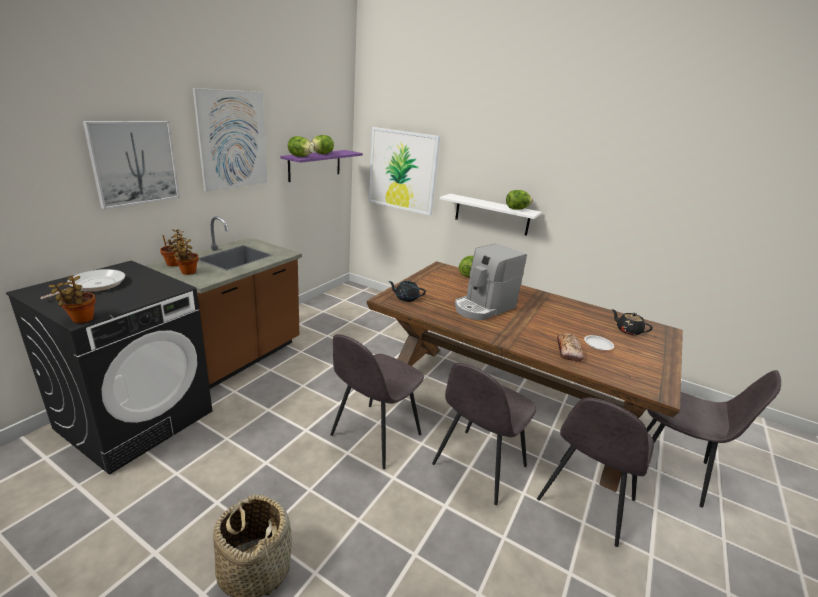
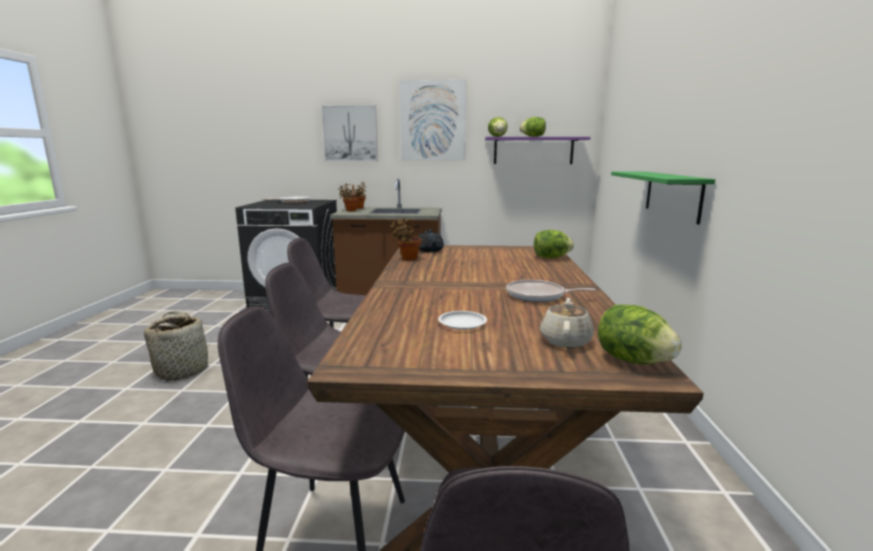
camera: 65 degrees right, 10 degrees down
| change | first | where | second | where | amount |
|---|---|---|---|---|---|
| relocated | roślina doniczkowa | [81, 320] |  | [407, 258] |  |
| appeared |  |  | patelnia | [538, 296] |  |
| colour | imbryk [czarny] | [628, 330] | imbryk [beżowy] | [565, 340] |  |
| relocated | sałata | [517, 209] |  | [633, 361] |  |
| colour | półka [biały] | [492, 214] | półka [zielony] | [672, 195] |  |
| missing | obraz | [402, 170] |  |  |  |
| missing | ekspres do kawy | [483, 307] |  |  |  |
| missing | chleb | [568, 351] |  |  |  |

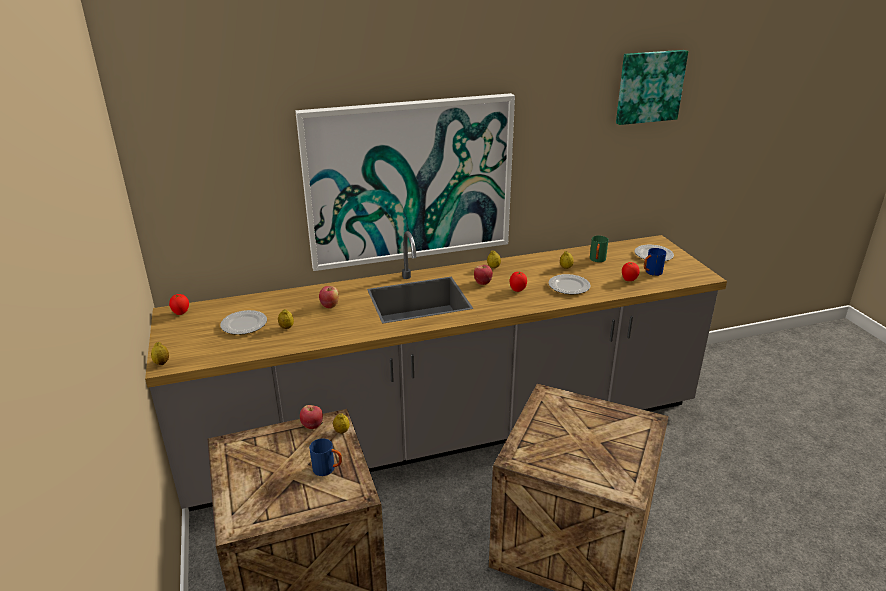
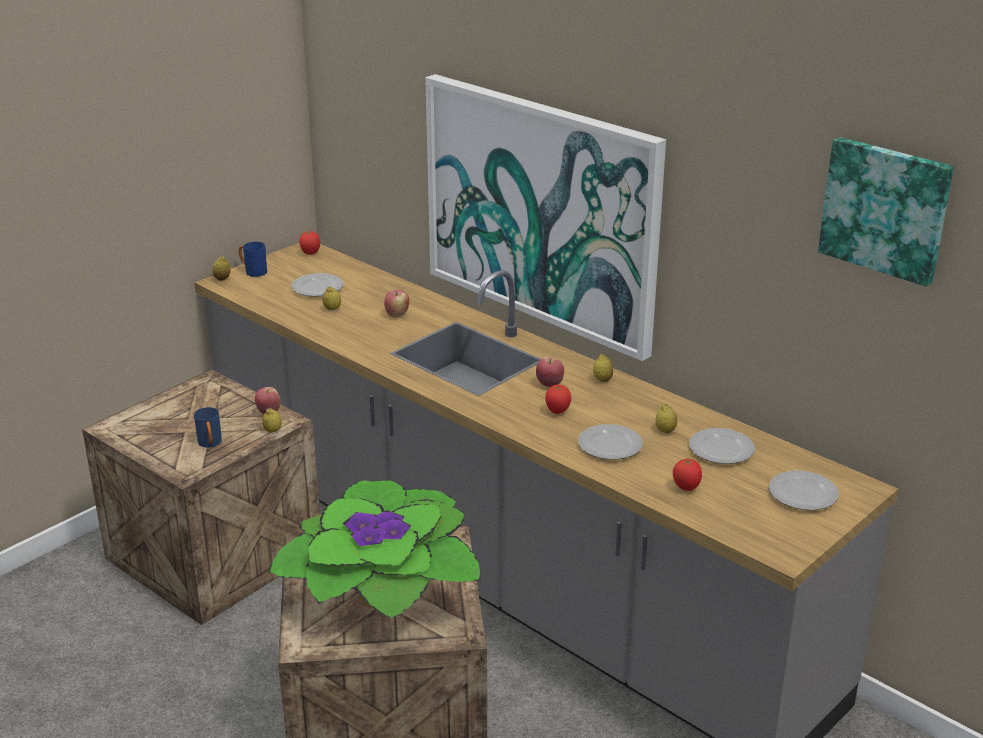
camera: 60 degrees right, 0 degrees up
| change | first | where | second | where | amount |
|---|---|---|---|---|---|
| relocated | kubek [niebieski] | [651, 273] |  | [252, 271] |  |
| appeared |  |  | roślina doniczkowa | [383, 588] |  |
| exchanged | kubek [zielony] | [597, 260] | talerz | [721, 450] |  |

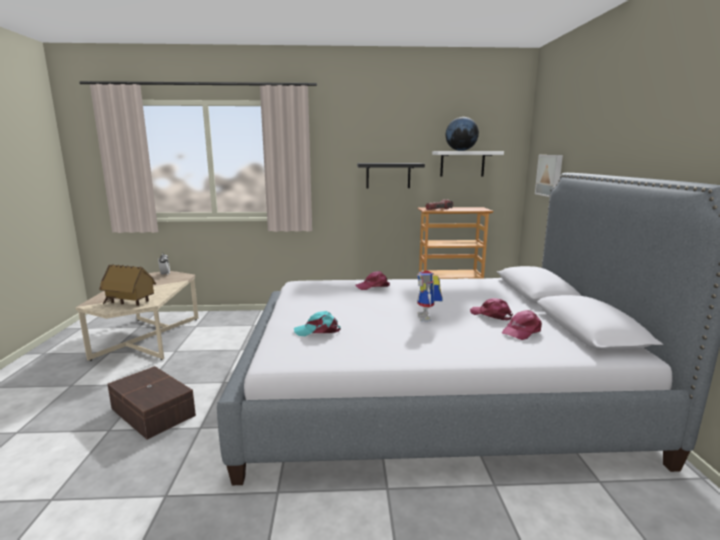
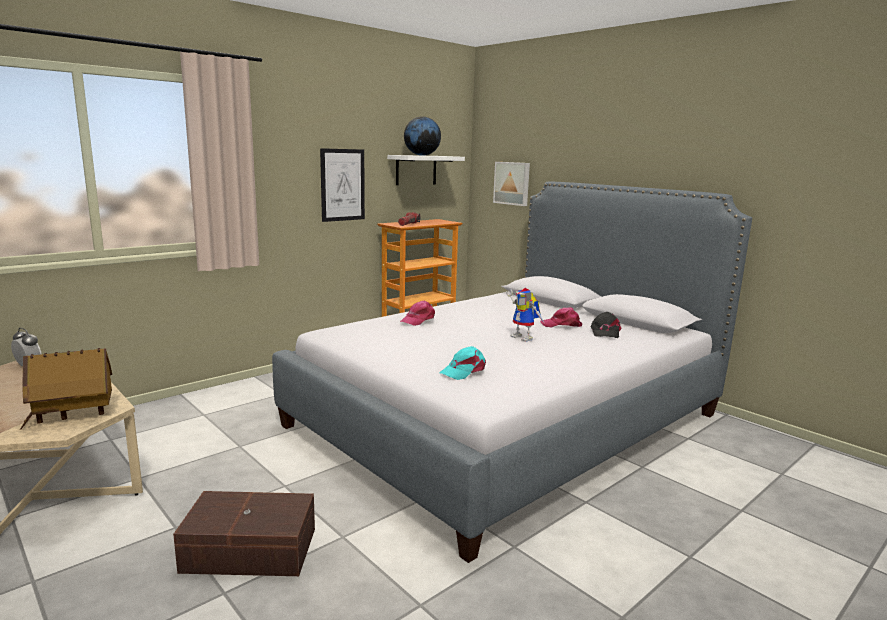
camera: 40 degrees left, 0 degrees up
| change | first | where | second | where | amount |
|---|---|---|---|---|---|
| exchanged | półka [czarny] | [388, 175] | obraz | [342, 185] |  |
| colour | czapka z daszkiem [różowy] | [521, 331] | czapka z daszkiem [czarny] | [605, 332] |  |

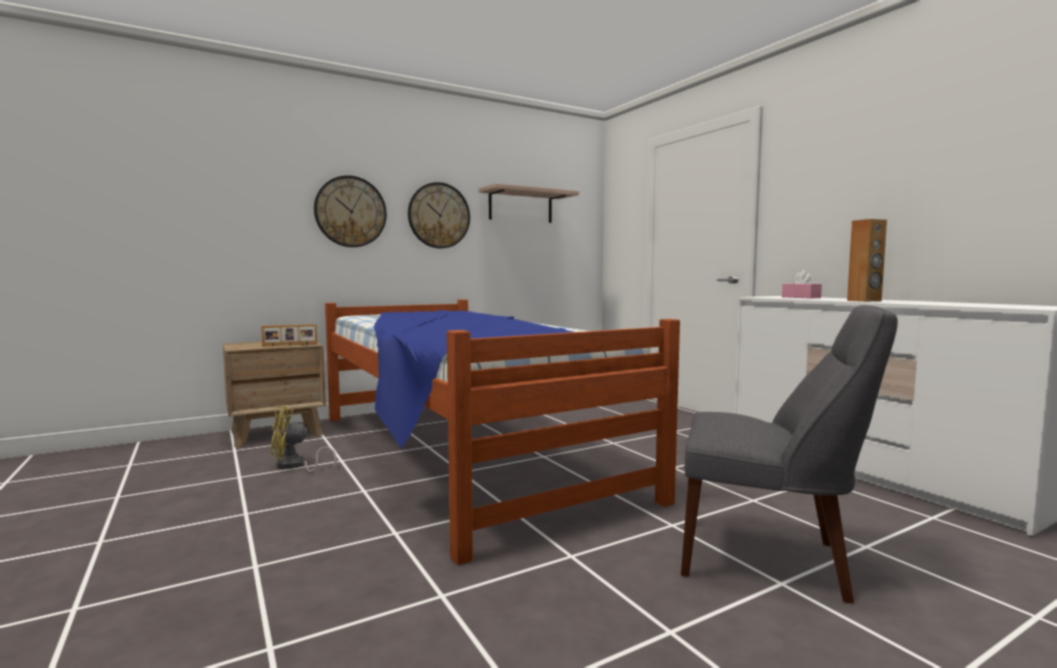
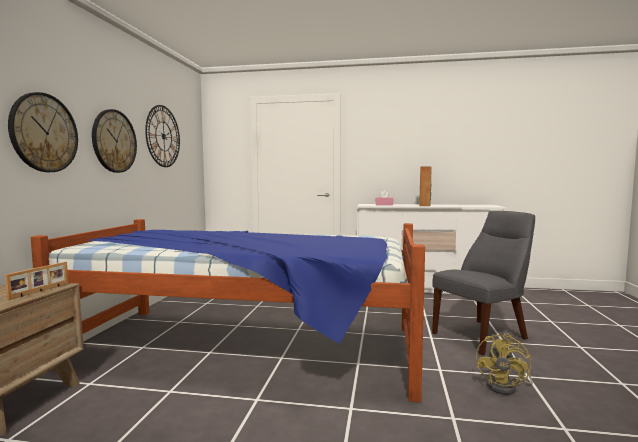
camera: 50 degrees left, 0 degrees up
| change | first | where | second | where | amount |
|---|---|---|---|---|---|
| exchanged | półka | [520, 206] | zegar ścienny | [163, 136] |  |
| relocated | wentylator [żółty] | [295, 466] |  | [507, 387] |  |

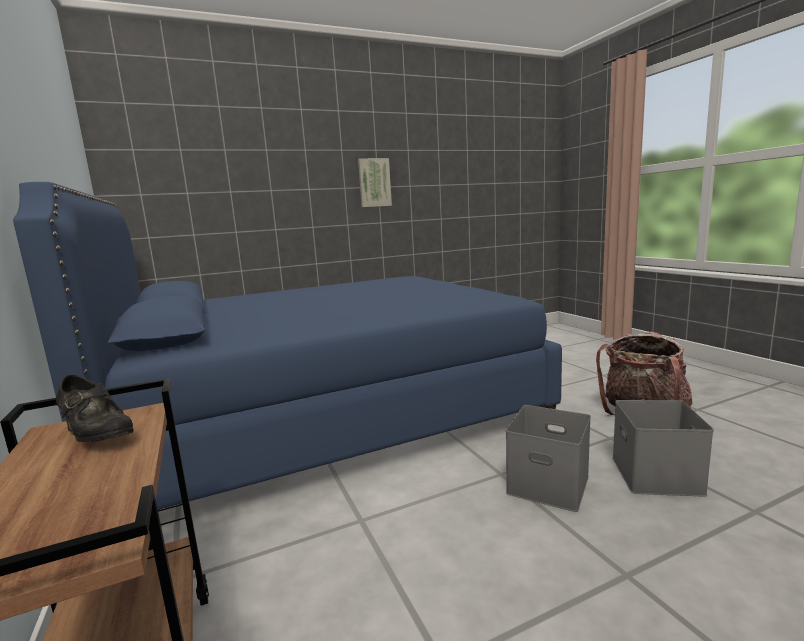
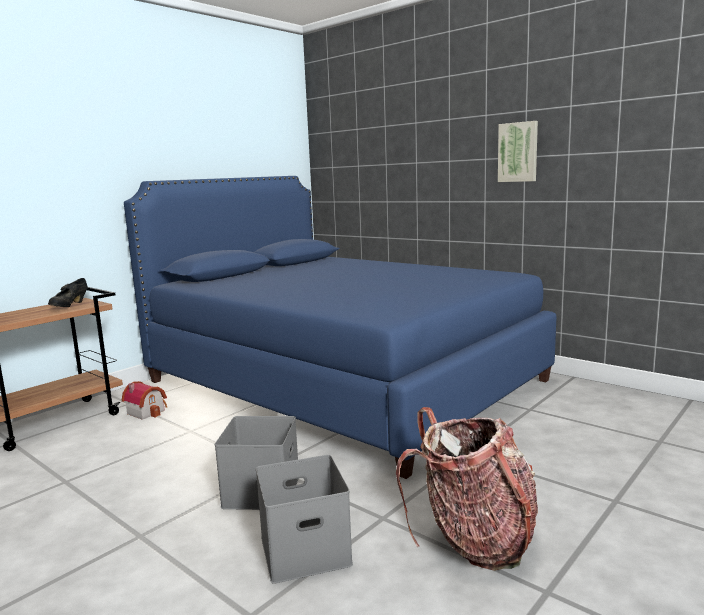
camera: 65 degrees right, 0 degrees up
| change | first | where | second | where | amount |
|---|---|---|---|---|---|
| appeared |  |  | domek | [147, 411] |  |

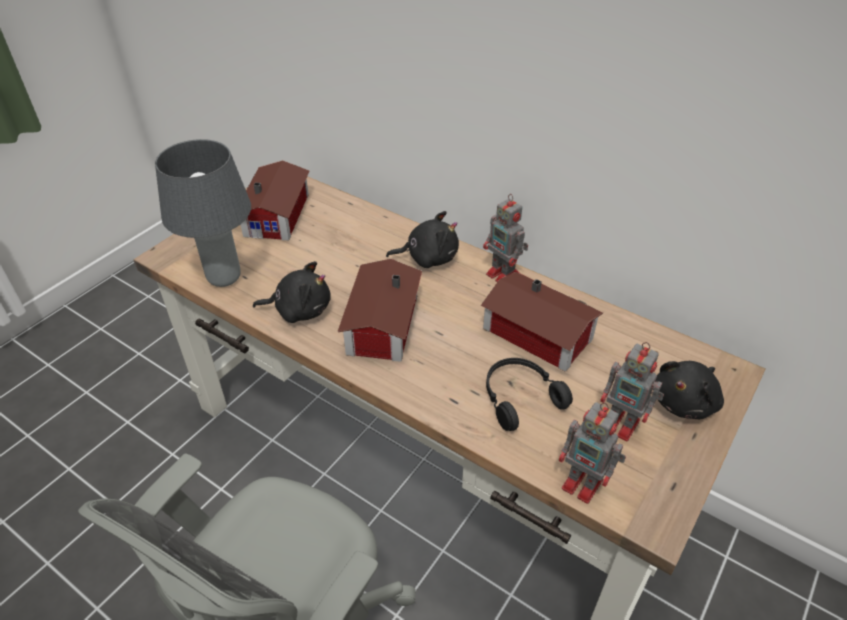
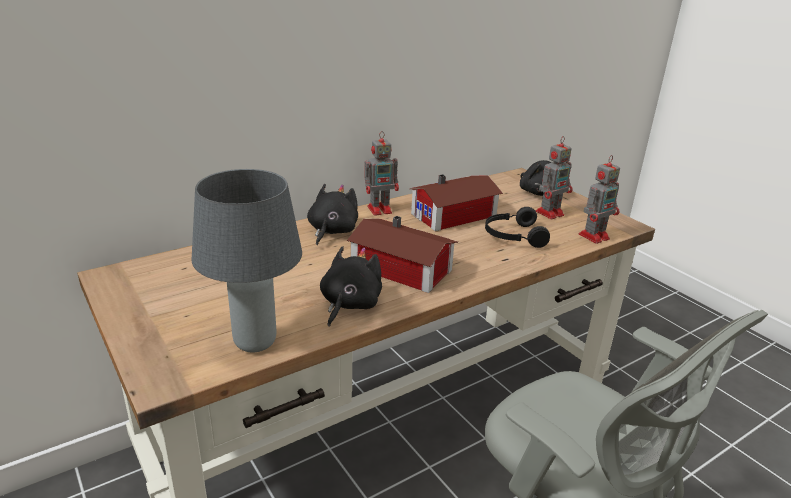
camera: 70 degrees left, 15 degrees down
| change | first | where | second | where | amount |
|---|---|---|---|---|---|
| missing | domek | [279, 213] |  |  |  |

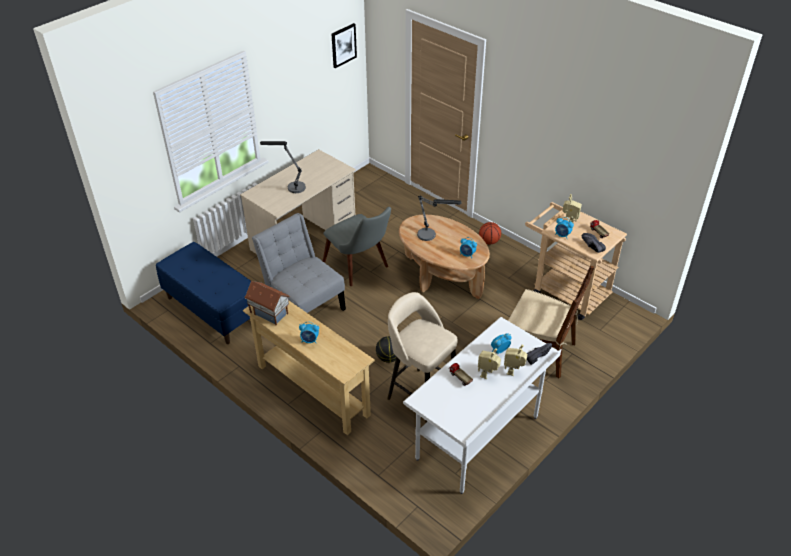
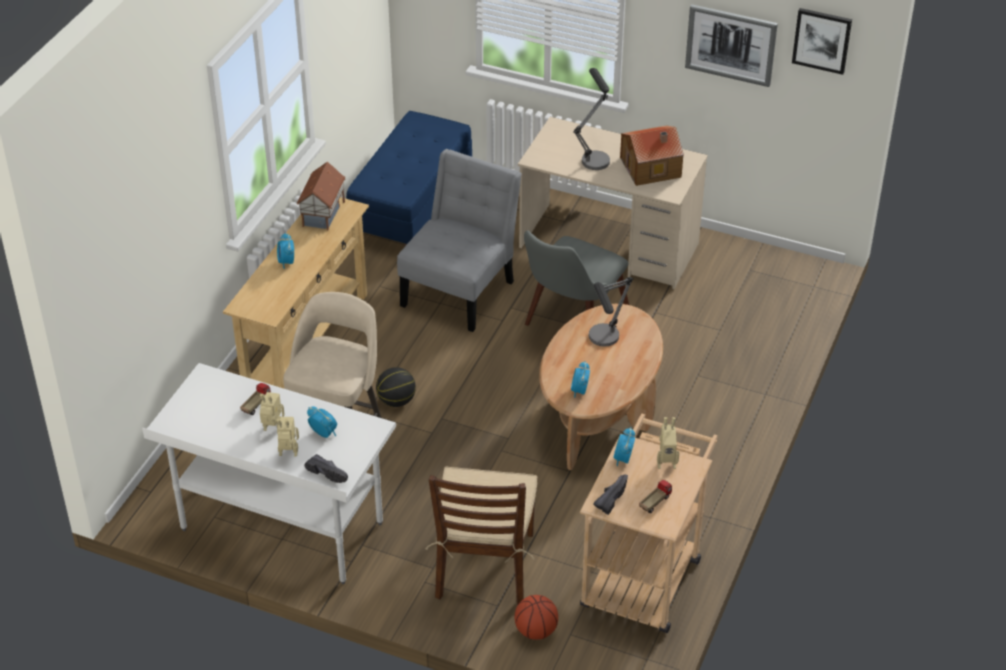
camera: 70 degrees right, 0 degrees up
| change | first | where | second | where | amount |
|---|---|---|---|---|---|
| relocated | piłka do koszykówki | [489, 241] |  | [536, 631] |  |
| appeared |  |  | domek | [651, 168] |  |
| appeared |  |  | obraz | [731, 44] |  |

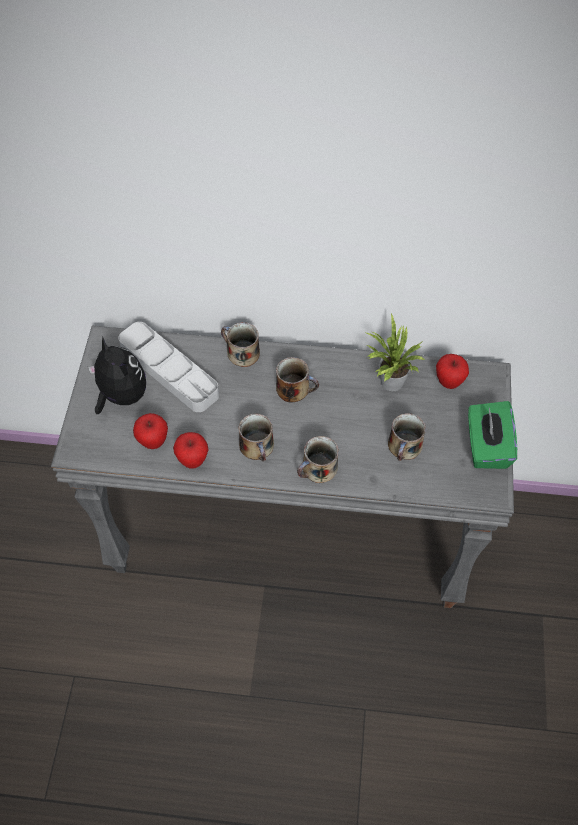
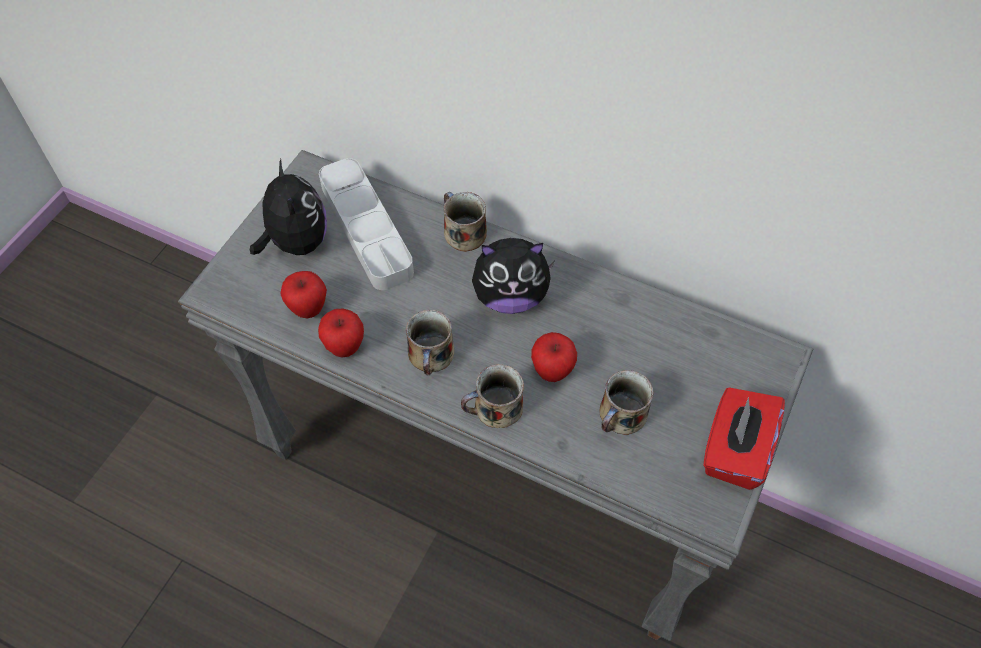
camera: 20 degrees right, 0 degrees up
| change | first | where | second | where | amount |
|---|---|---|---|---|---|
| exchanged | kubek | [295, 389] | pluszak | [510, 297] |  |
| relocated | jabłko | [449, 382] |  | [552, 371] |  |
| colour | pudełko chusteczek [zielony] | [486, 446] | pudełko chusteczek [czerwony] | [734, 451] |  |
| missing | roślina doniczkowa | [388, 382] |  |  |  |

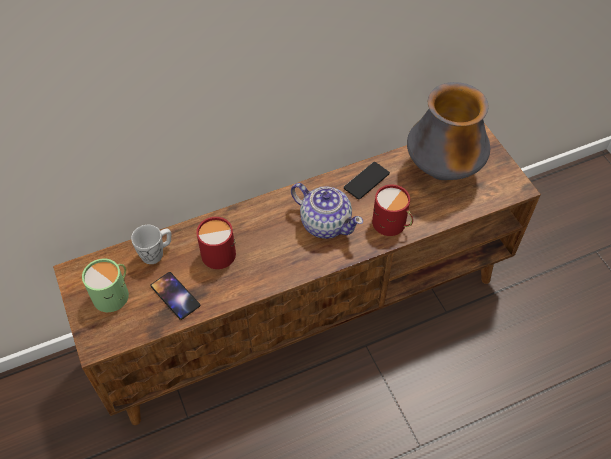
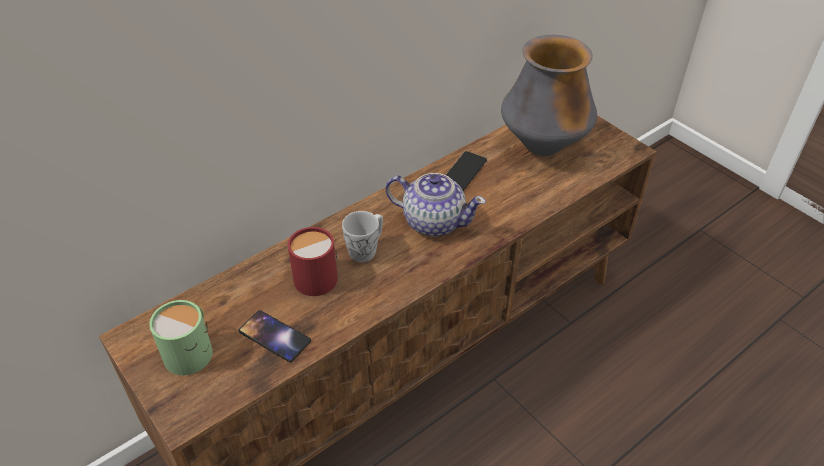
camera: 15 degrees left, 10 degrees down
| change | first | where | second | where | amount |
|---|---|---|---|---|---|
| relocated | kubek [biały] | [156, 253] |  | [366, 249] |  |
| missing | kubek [czerwony] | [392, 224] |  |  |  |

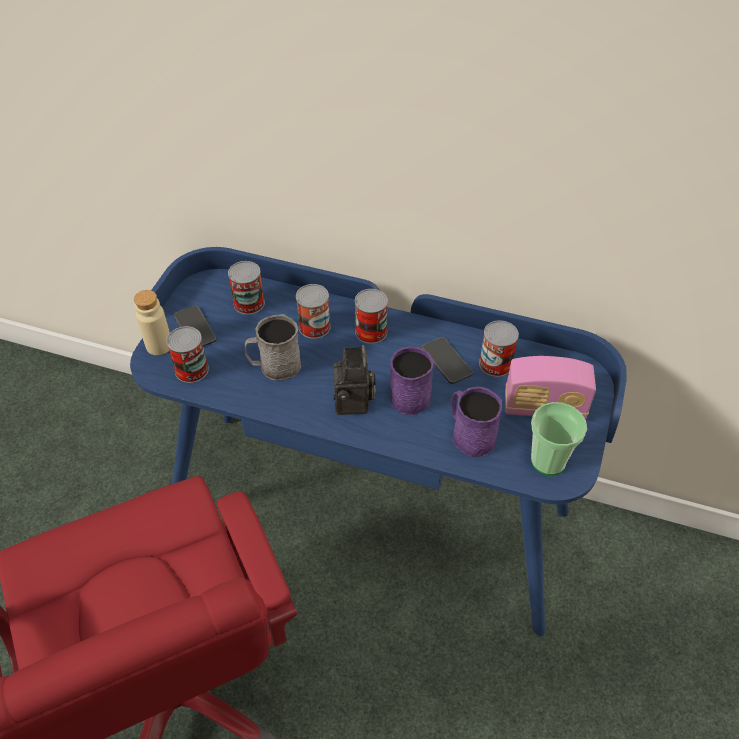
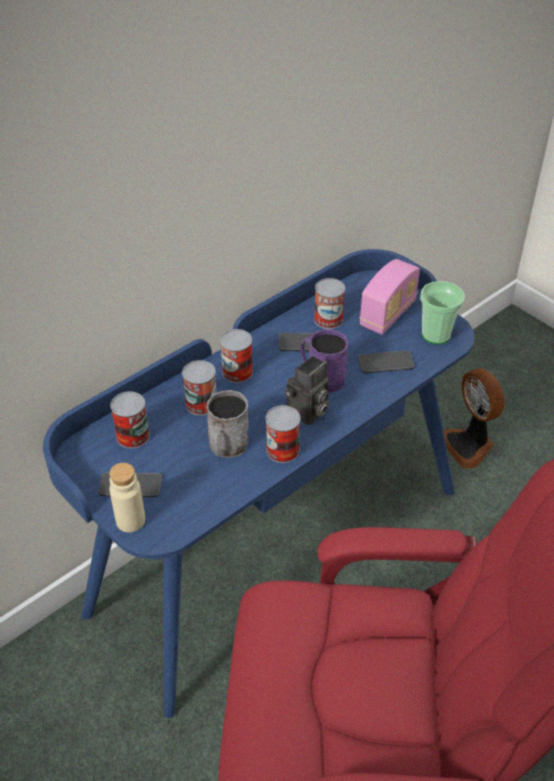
camera: 60 degrees left, 5 degrees down
| change | first | where | second | where | amount |
|---|---|---|---|---|---|
| relocated | puszka | [191, 370] |  | [282, 450] |  |
| spun | aparat fotograficzny | [354, 403] |  | [307, 413] | 105 degrees clockwise |
| exchanged | kubek [fioletowy] | [469, 435] | telefon | [385, 363] |  |
| appeared |  |  | wentylator | [469, 445] |  |

